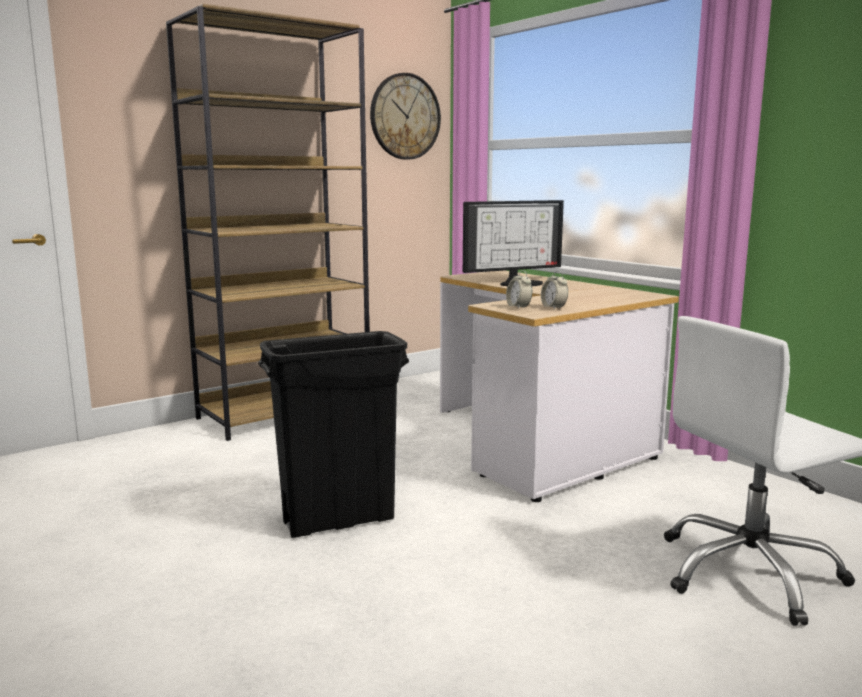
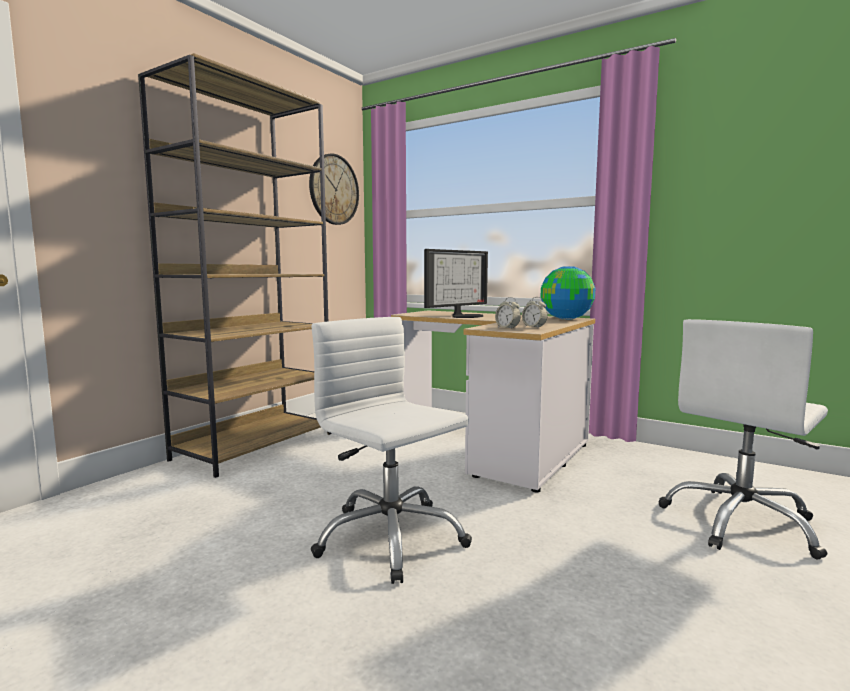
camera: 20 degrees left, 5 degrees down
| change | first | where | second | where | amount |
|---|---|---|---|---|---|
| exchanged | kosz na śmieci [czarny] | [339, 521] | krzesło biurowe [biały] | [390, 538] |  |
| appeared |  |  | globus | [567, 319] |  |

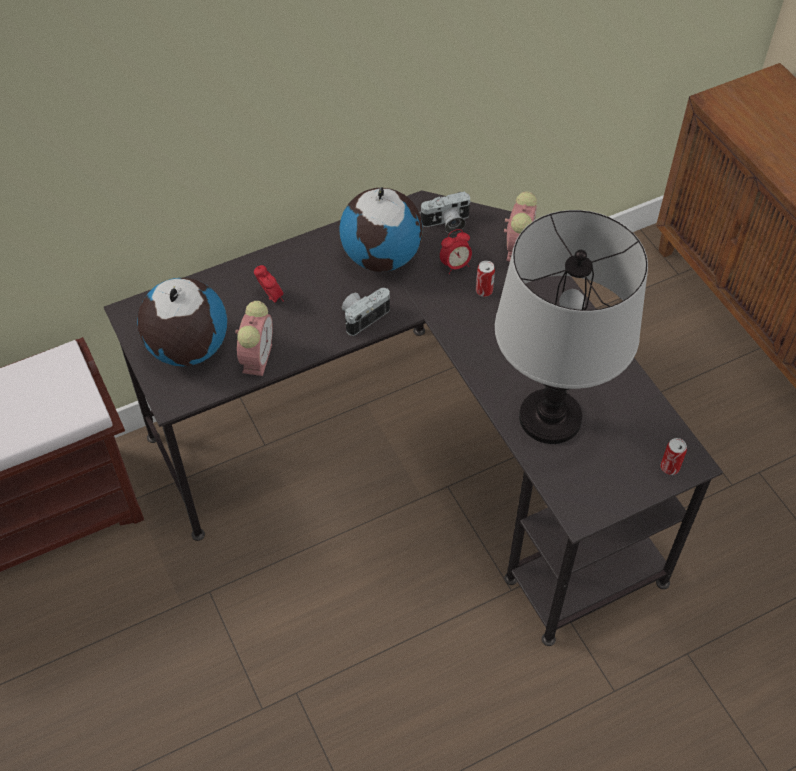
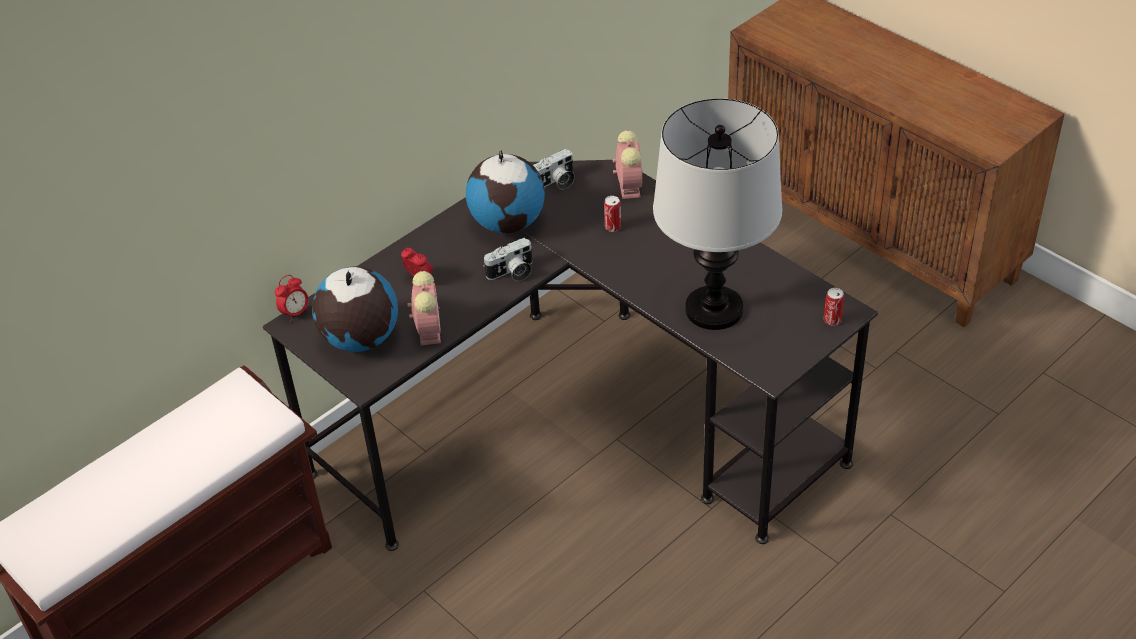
camera: 15 degrees left, 10 degrees down
| change | first | where | second | where | amount |
|---|---|---|---|---|---|
| relocated | budzik | [455, 265] |  | [295, 313] |  |
| spun | aparat fotograficzny | [363, 316] |  | [512, 273] | 150 degrees counterclockwise |

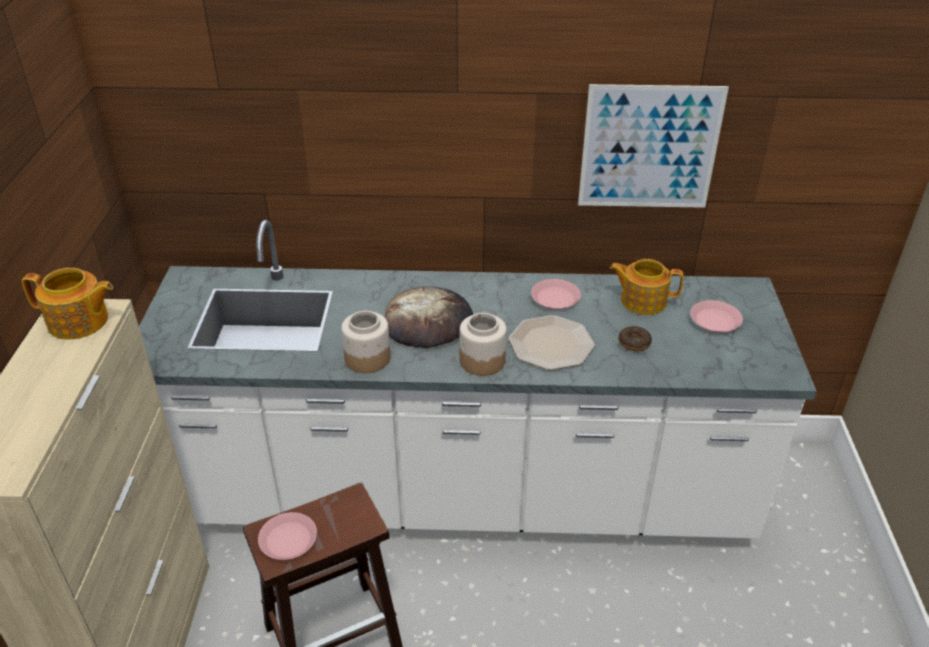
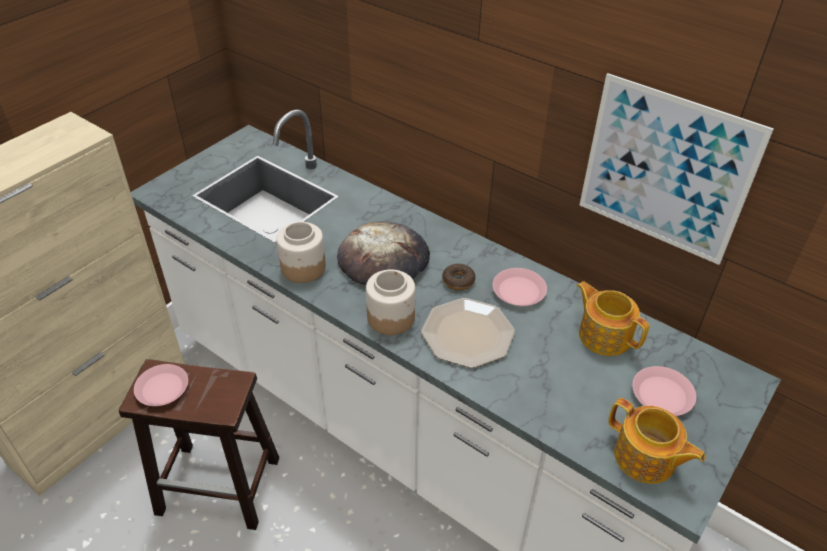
camera: 35 degrees right, 5 degrees up
| change | first | where | second | where | amount |
|---|---|---|---|---|---|
| relocated | donut | [634, 343] |  | [458, 281] |  |
| relocated | imbryk | [79, 322] |  | [645, 458] |  |

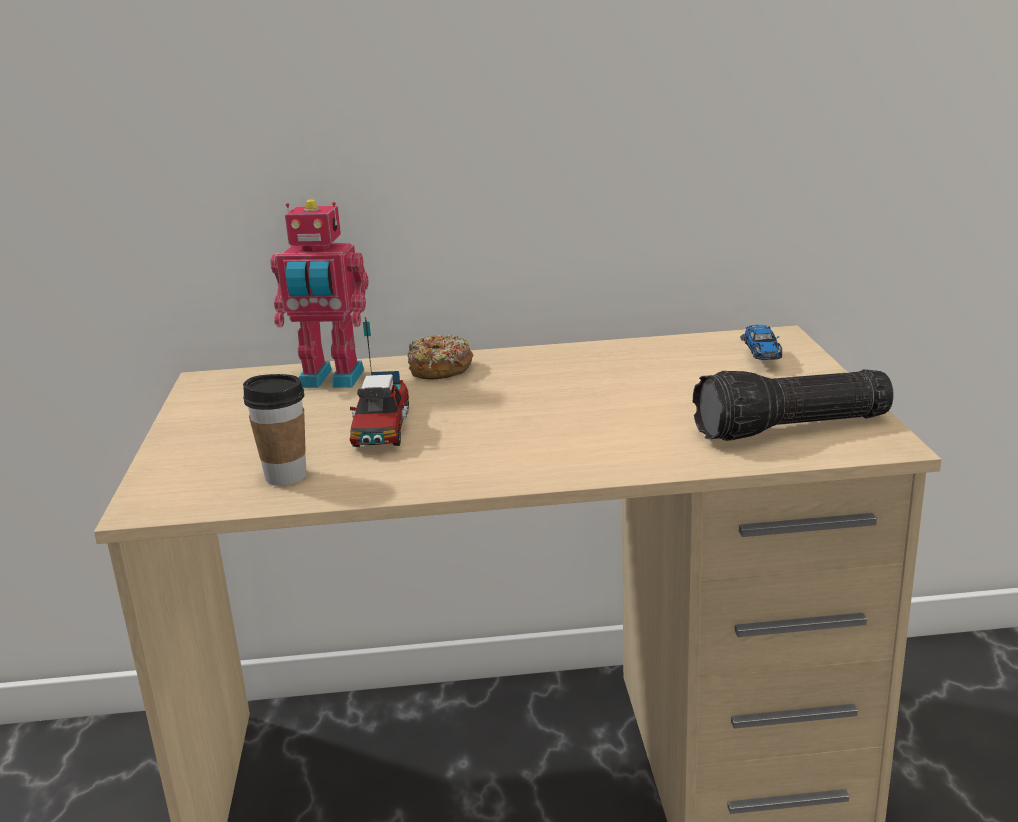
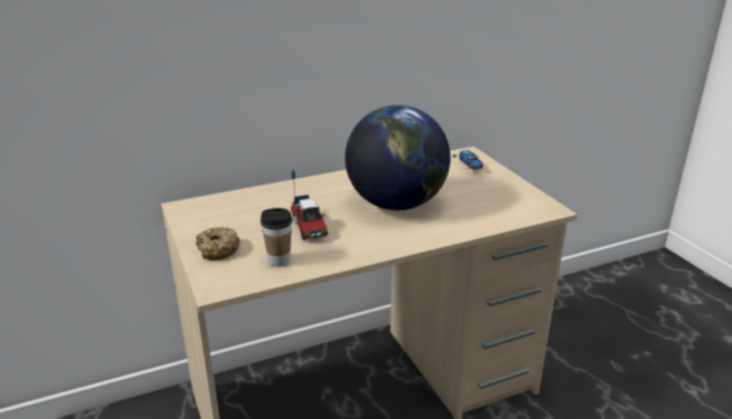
camera: 20 degrees left, 5 degrees up
| change | first | where | second | where | amount |
|---|---|---|---|---|---|
| relocated | donut | [439, 369] |  | [218, 250] |  |
| appeared |  |  | globus | [396, 204] |  |
| missing | robot zabawkowy | [330, 380] |  |  |  |
| missing | latarka | [792, 429] |  |  |  |

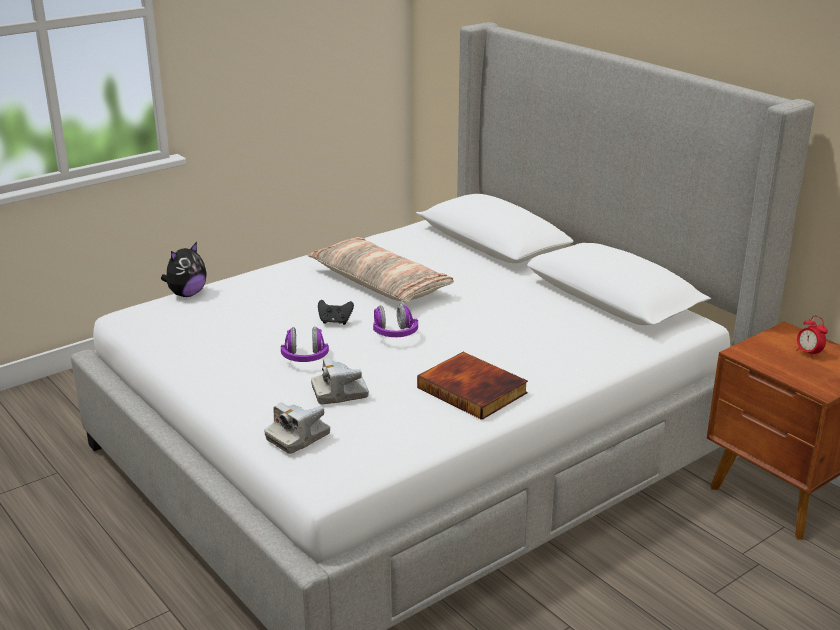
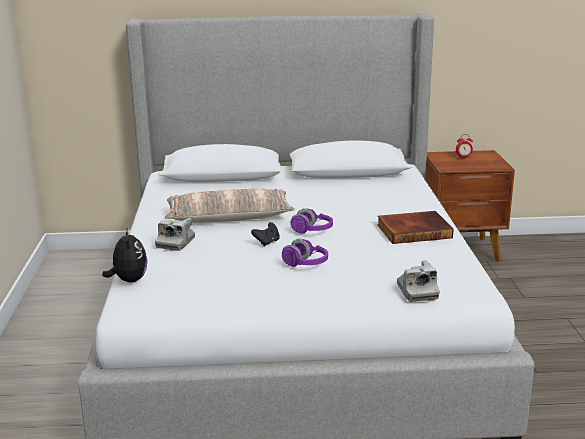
camera: 55 degrees left, 5 degrees down
| change | first | where | second | where | amount |
|---|---|---|---|---|---|
| relocated | aparat fotograficzny | [340, 393] |  | [176, 243] |  |

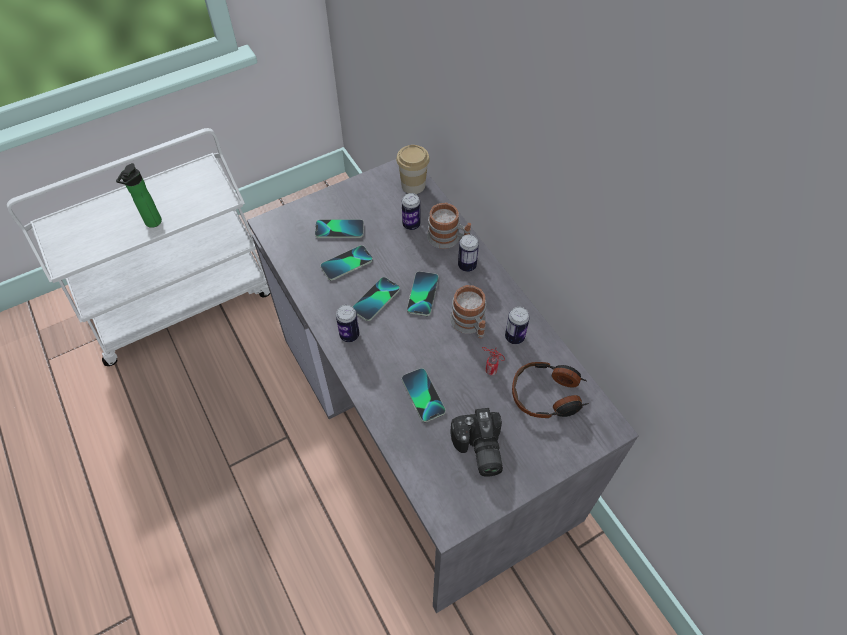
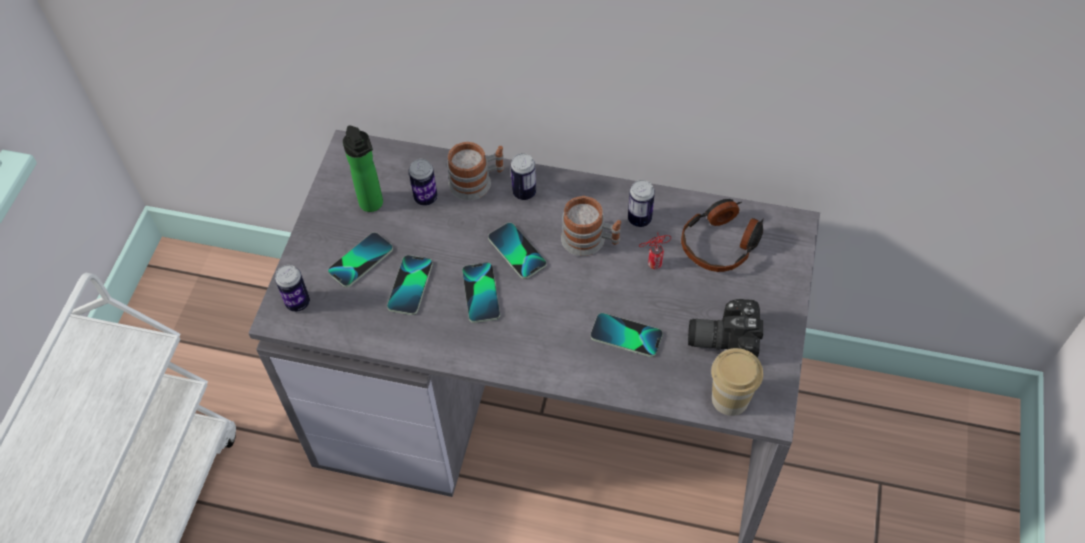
camera: 45 degrees left, 0 degrees up
| change | first | where | second | where | amount |
|---|---|---|---|---|---|
| relocated | puszka | [349, 335] |  | [298, 302] |  |
| relocated | butelka | [152, 223] |  | [373, 205] |  |
| spun | aparat fotograficzny | [478, 450] |  | [722, 337] | 150 degrees clockwise |
| relocated | filiżanka | [413, 185] |  | [730, 399] |  |

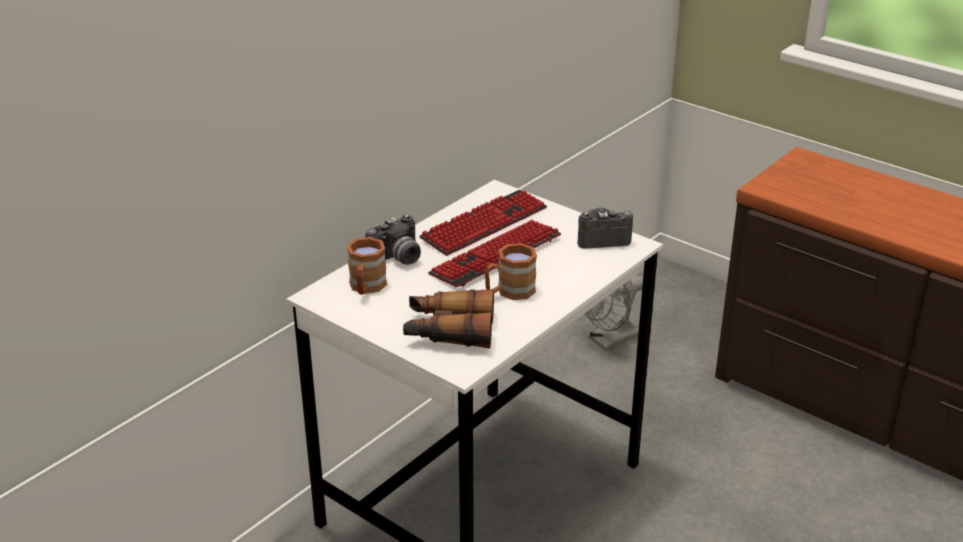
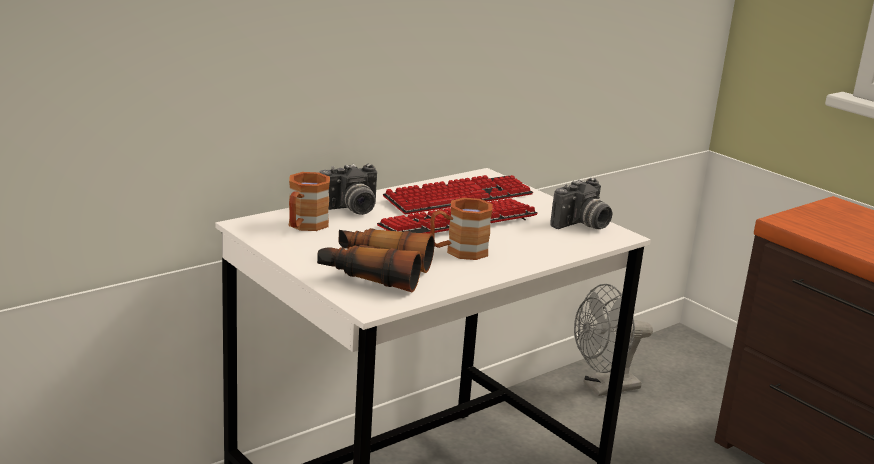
camera: 10 degrees right, 10 degrees down
| change | first | where | second | where | amount |
|---|---|---|---|---|---|
| spun | aparat fotograficzny | [601, 238] |  | [582, 225] | 135 degrees clockwise |

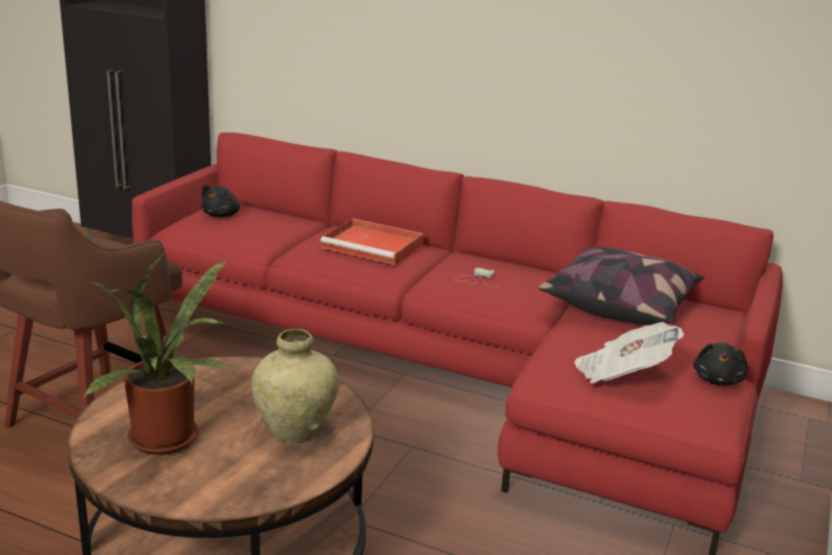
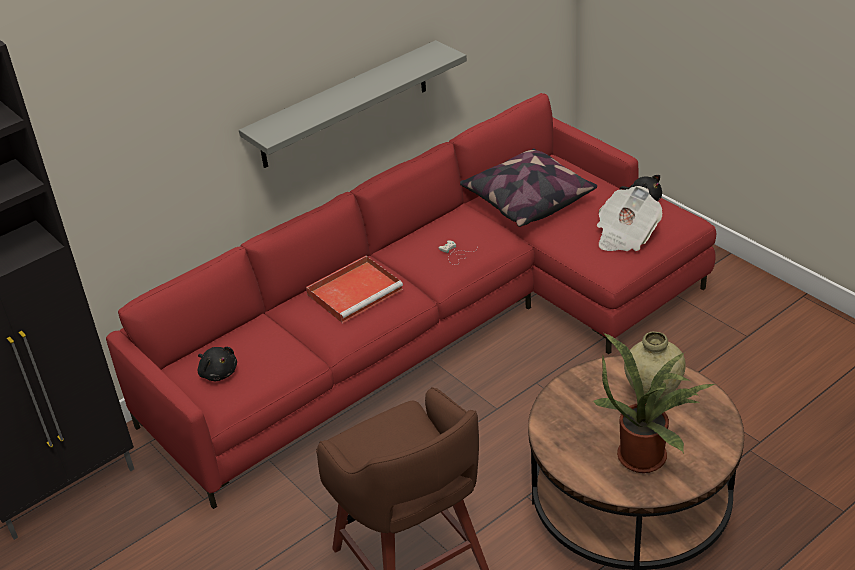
camera: 60 degrees left, 15 degrees up
| change | first | where | second | where | amount |
|---|---|---|---|---|---|
| appeared |  |  | półka [szary] | [344, 105] |  |

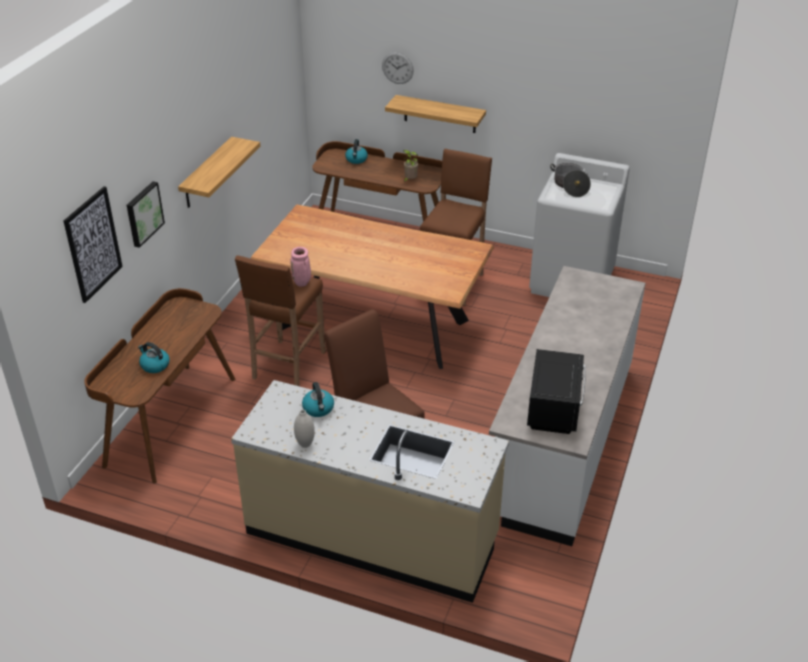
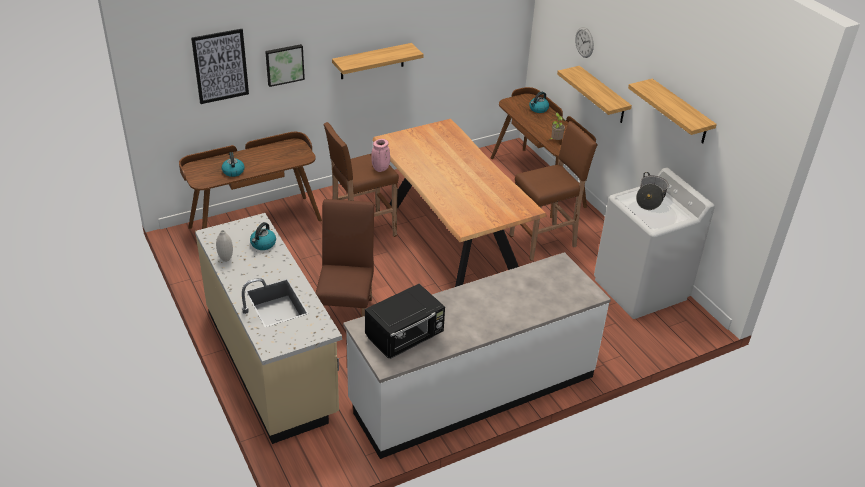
camera: 40 degrees right, 0 degrees up
| change | first | where | second | where | amount |
|---|---|---|---|---|---|
| appeared |  |  | półka | [680, 112] |  |

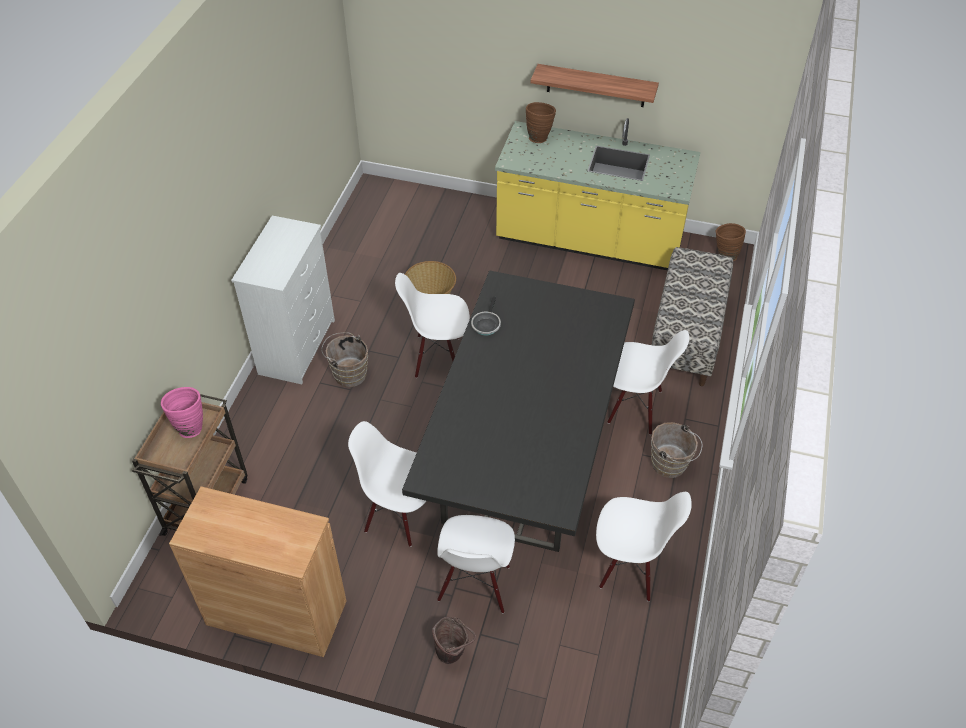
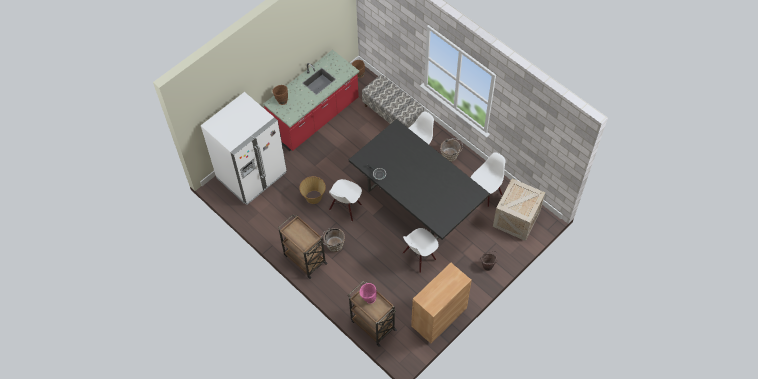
camera: 60 degrees left, 10 degrees up
| change | first | where | second | where | amount |
|---|---|---|---|---|---|
| appeared |  |  | lodówka [biały] | [252, 176] |  |
| colour | zabudowa kuchenna [żółty] | [589, 240] | zabudowa kuchenna [czerwony] | [315, 118] |  |
| exchanged | komoda [biały] | [298, 346] | wózek [brązowy] | [304, 259] |  |
| appeared |  |  | skrzynka | [516, 219] |  |
| missing | krzesło [biały] | [475, 584] |  |  |  |
| missing | półka | [596, 86] |  |  |  |

